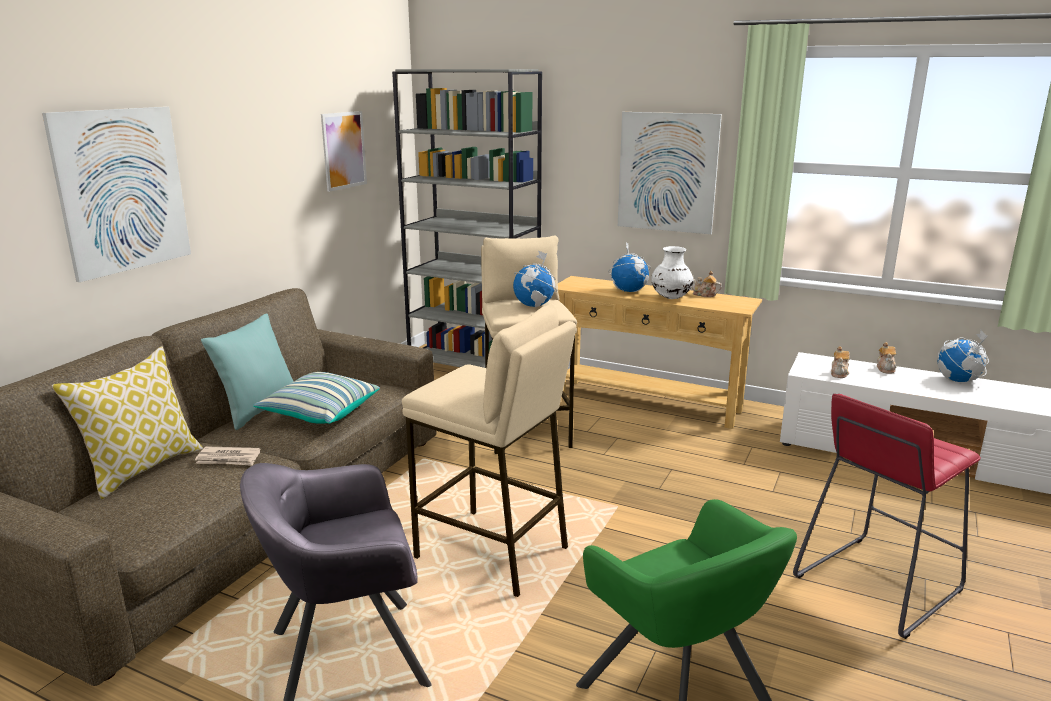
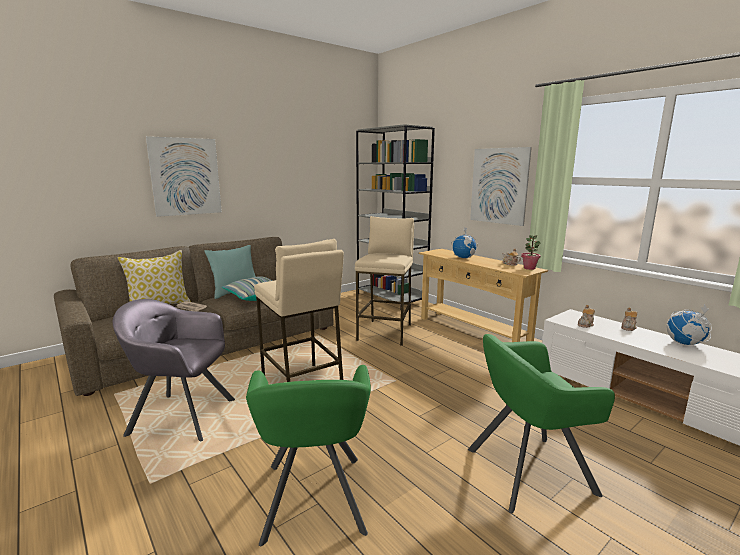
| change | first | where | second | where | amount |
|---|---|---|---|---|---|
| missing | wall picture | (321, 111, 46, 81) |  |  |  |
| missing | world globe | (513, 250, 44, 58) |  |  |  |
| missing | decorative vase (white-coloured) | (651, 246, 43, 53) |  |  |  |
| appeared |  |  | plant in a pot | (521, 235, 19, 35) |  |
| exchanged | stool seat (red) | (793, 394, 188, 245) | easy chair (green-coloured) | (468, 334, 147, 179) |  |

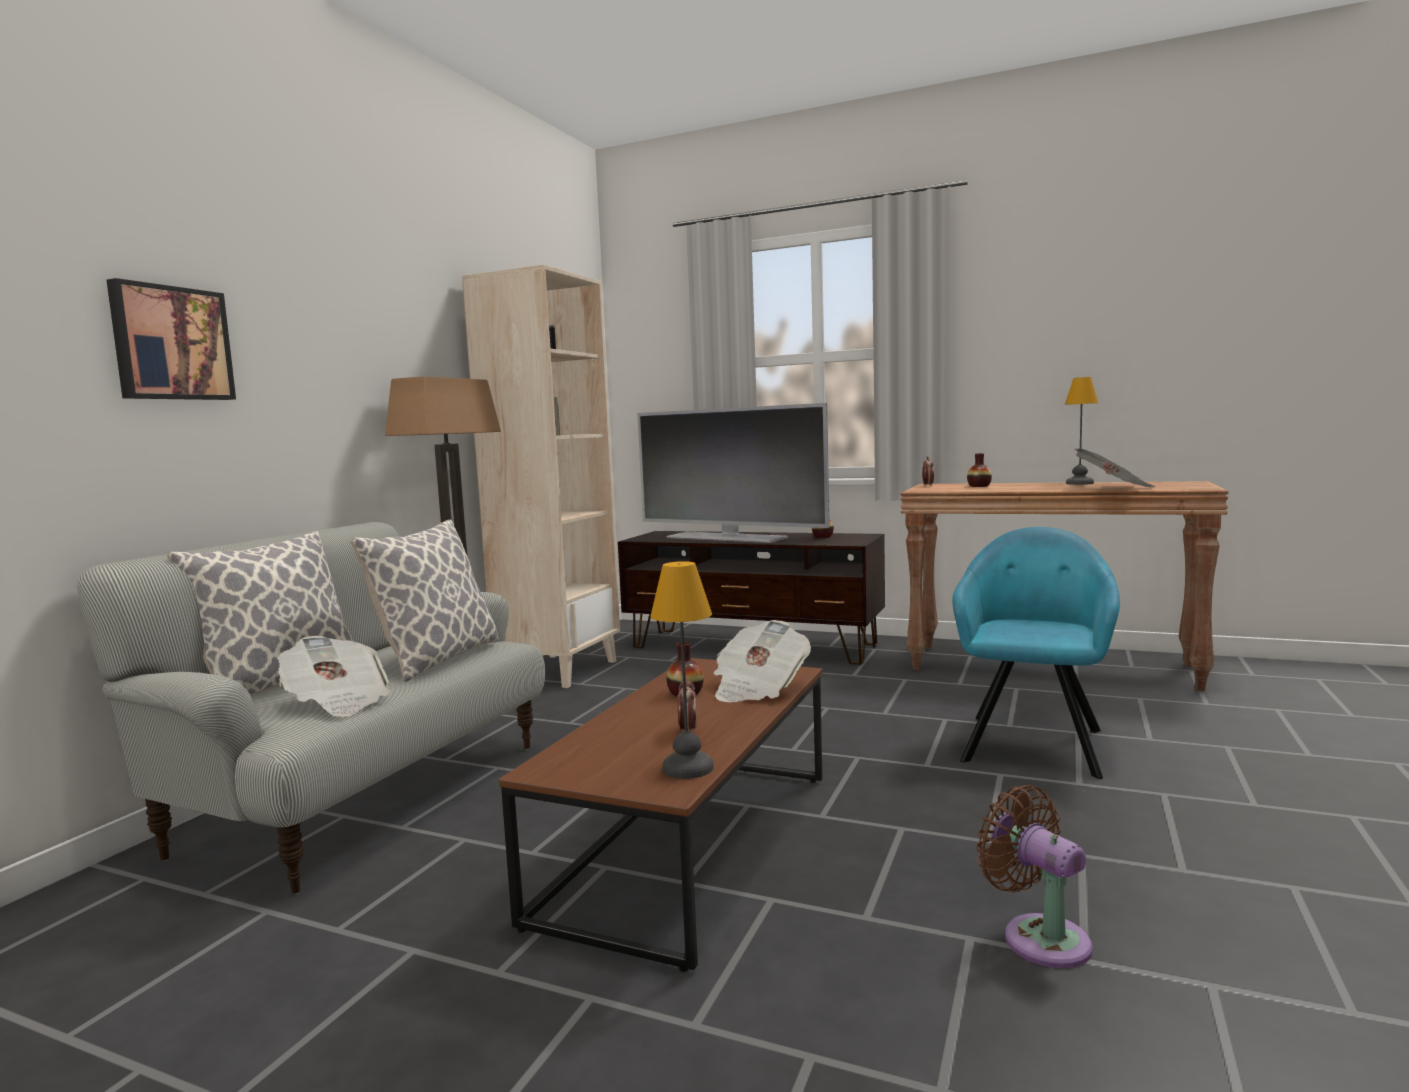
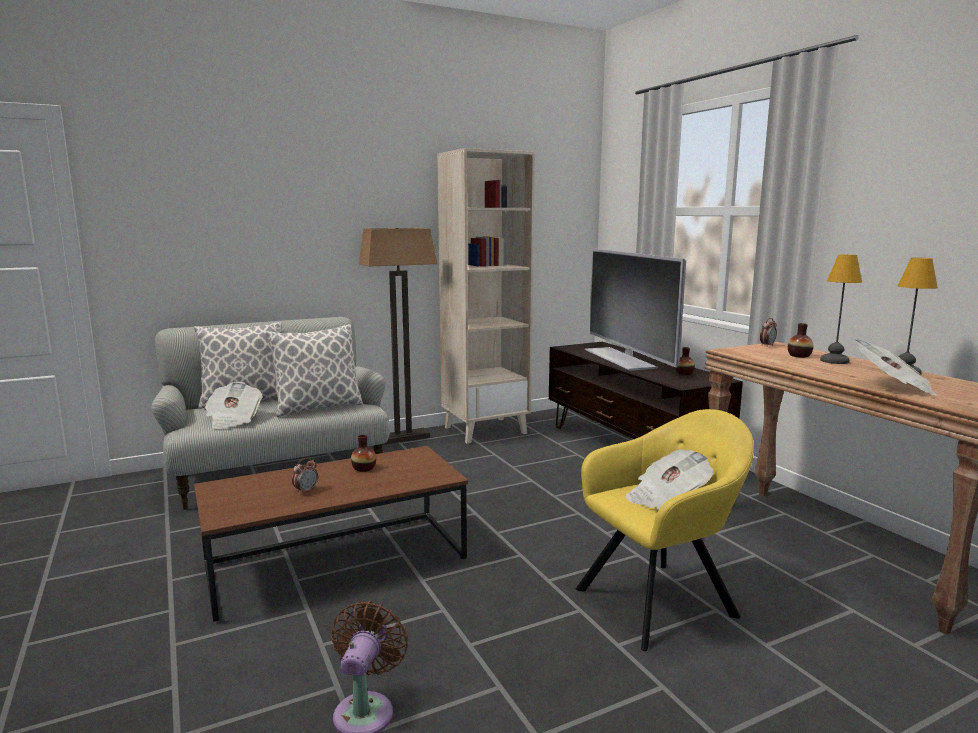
| change | first | where | second | where | amount |
|---|---|---|---|---|---|
| missing | wall picture | (107, 278, 129, 122) |  |  |  |
| relocated | tabletop lamp | (650, 561, 64, 218) |  | (820, 254, 42, 110) |  |
| relocated | printed paper | (713, 620, 98, 82) |  | (625, 449, 88, 61) |  |
| colour | easy chair (turquoise-coloured) | (952, 527, 168, 252) | easy chair (yellowish) | (576, 409, 178, 242) |  |

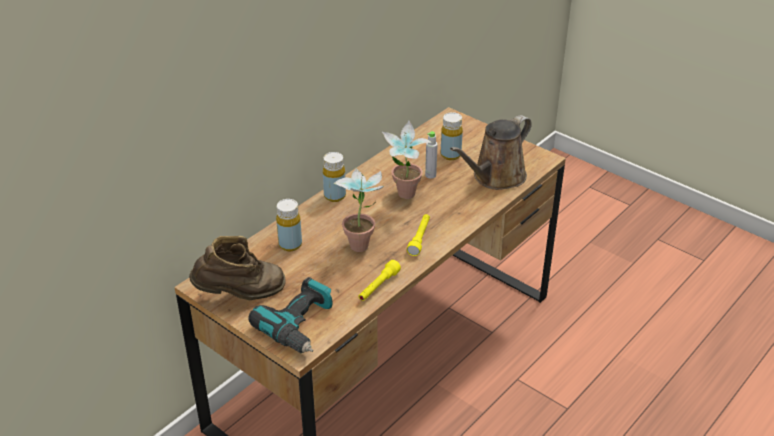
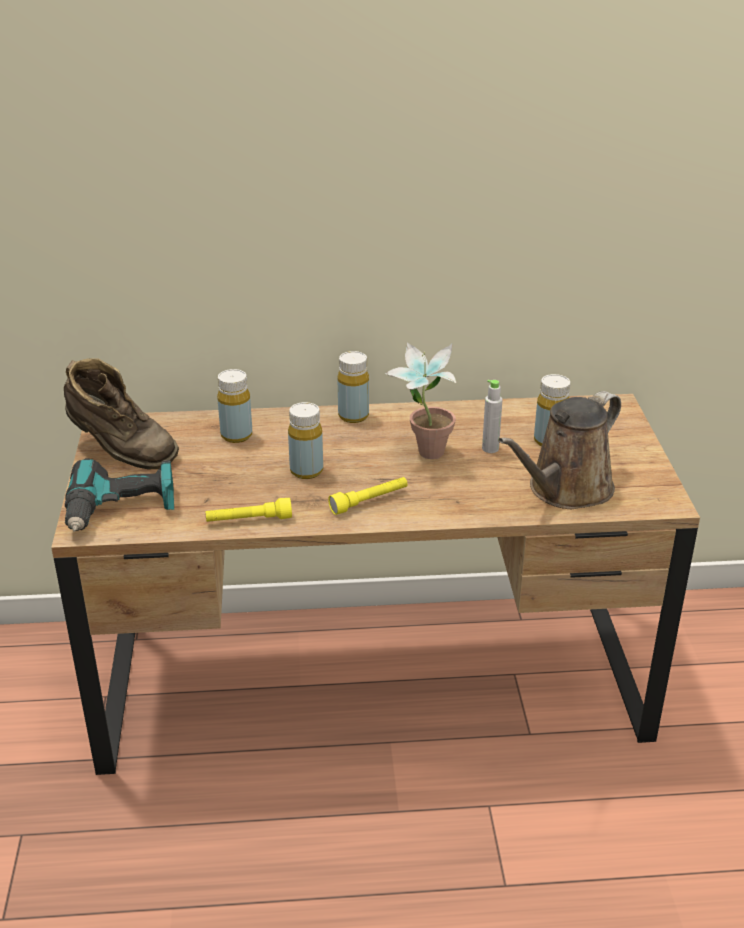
| change | first | where | second | where | amount |
|---|---|---|---|---|---|
| exchanged | plant in a pot | (334, 168, 50, 84) | drink bottle (yellowish) | (288, 402, 35, 77) |  |
| spun | watering can (brownish) | (450, 115, 82, 75) |  | (498, 391, 123, 118) | 45 degrees counterclockwise |

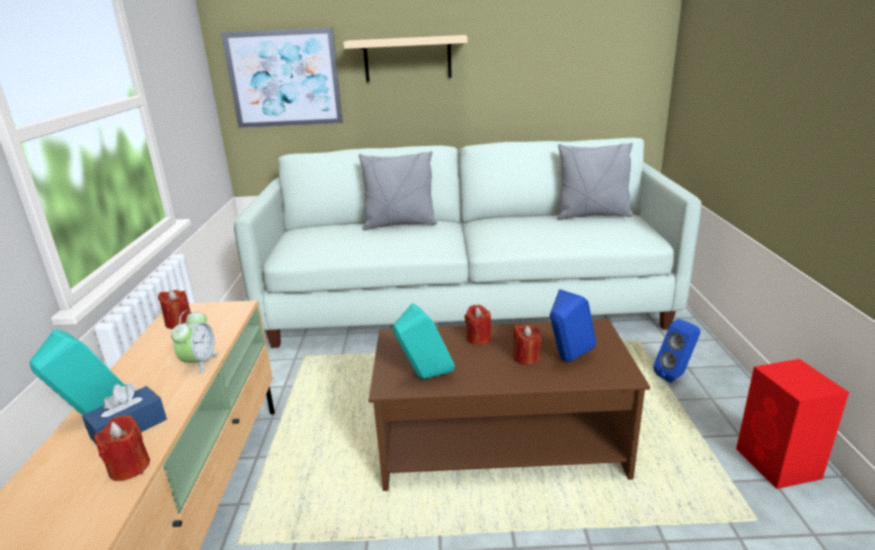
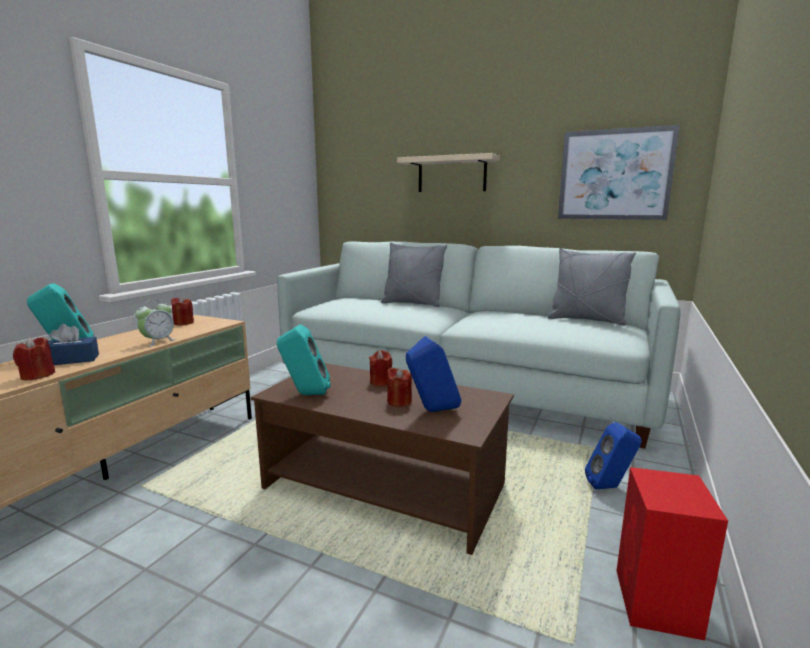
| change | first | where | second | where | amount |
|---|---|---|---|---|---|
| relocated | wall picture | (221, 27, 122, 101) |  | (558, 125, 122, 95) |  |

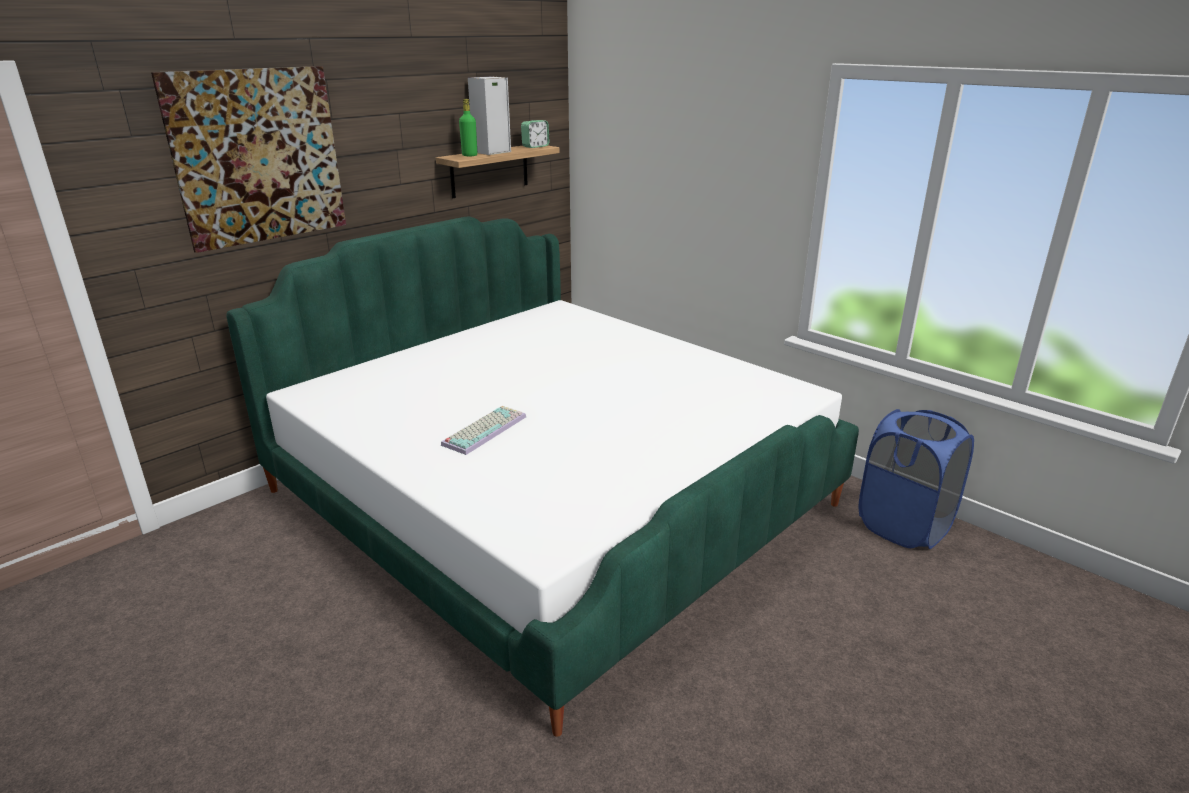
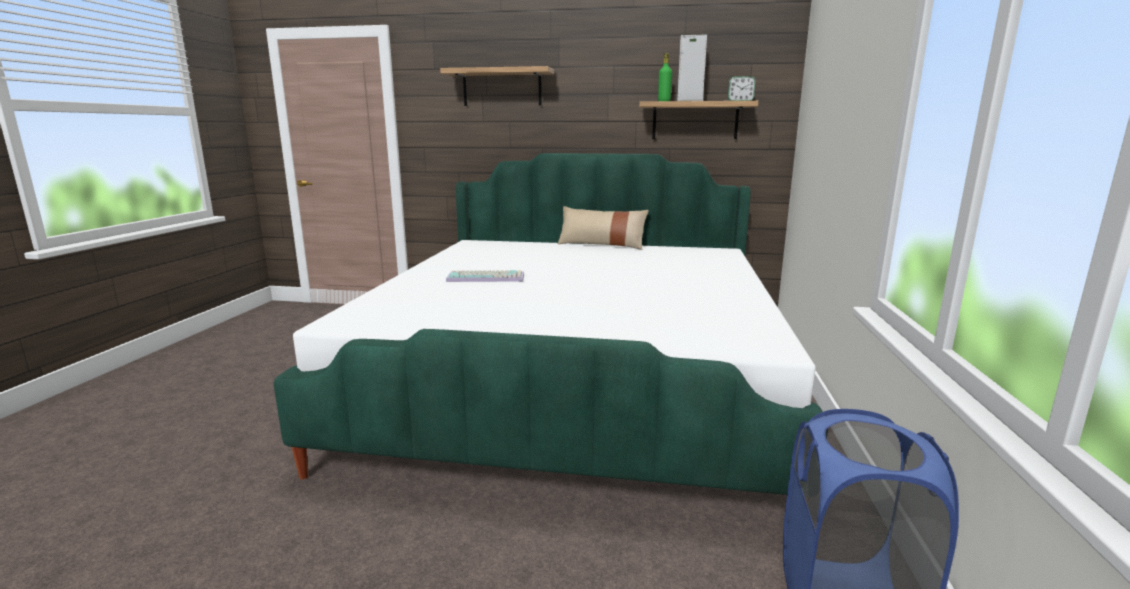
| change | first | where | second | where | amount |
|---|---|---|---|---|---|
| appeared |  |  | throw pillow (beige) | (558, 206, 91, 44) |  |
| exchanged | wall picture | (151, 66, 195, 187) | wall shelf | (440, 66, 114, 40) |  |

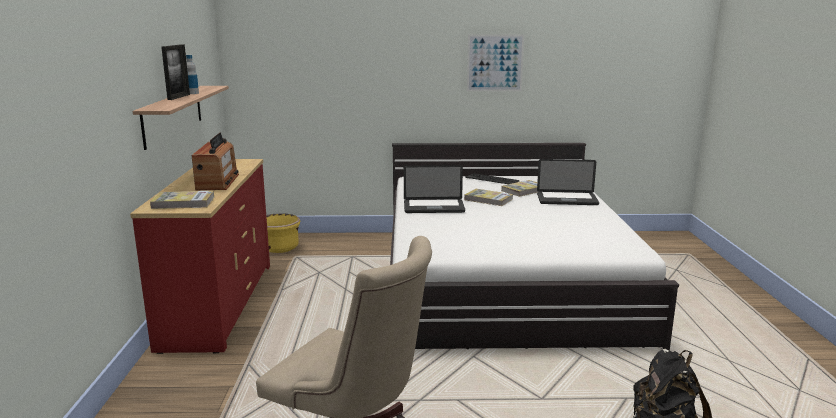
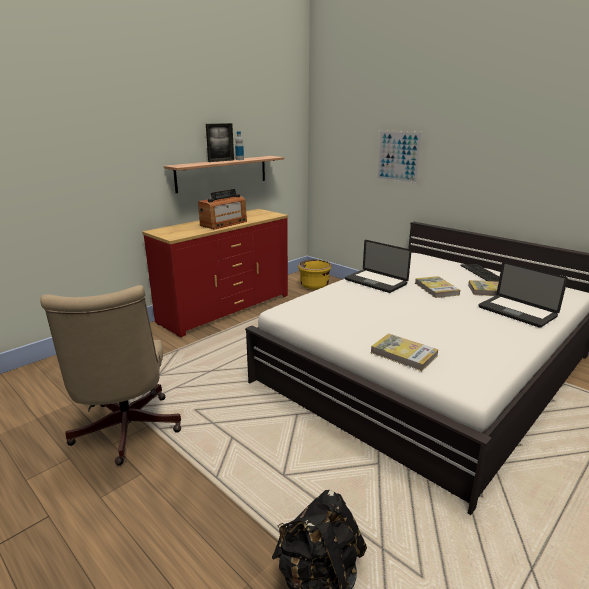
| change | first | where | second | where | amount |
|---|---|---|---|---|---|
| relocated | bound book | (150, 191, 64, 18) |  | (371, 334, 67, 37) |  |
| relocated | wall picture | (467, 34, 57, 57) |  | (376, 130, 47, 54) |  |

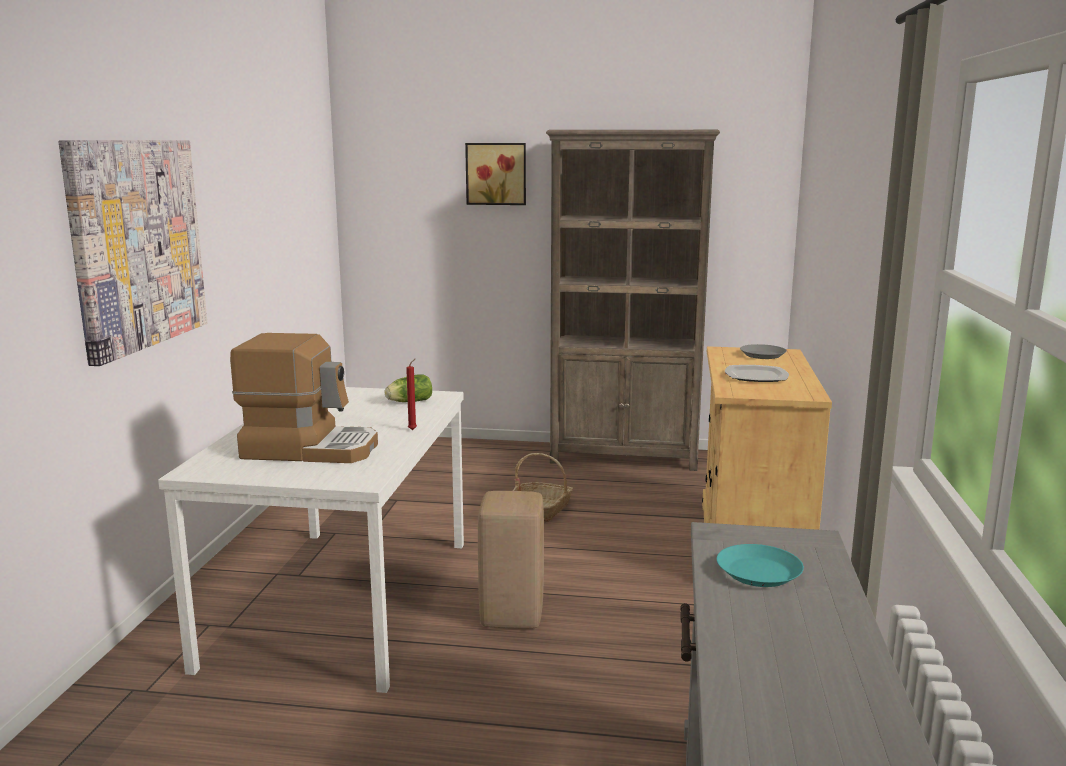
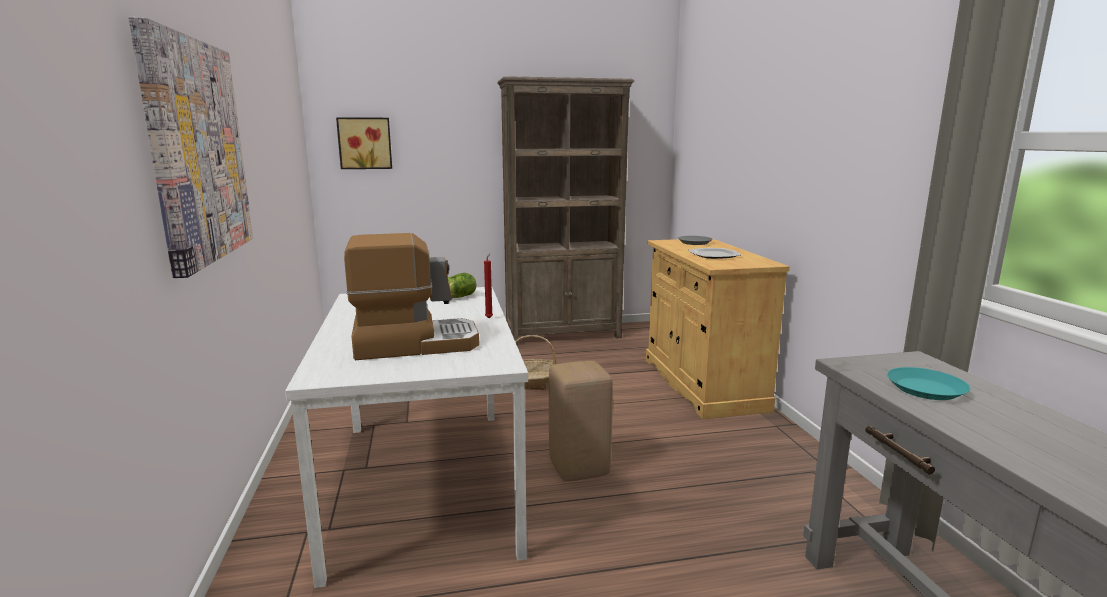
| change | first | where | second | where | amount |
|---|---|---|---|---|---|
| relocated | wall picture | (465, 143, 61, 62) |  | (336, 117, 56, 52) |  |

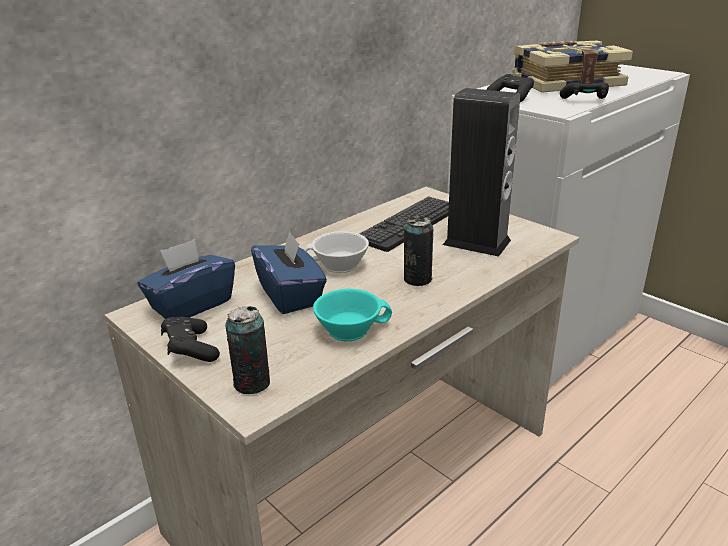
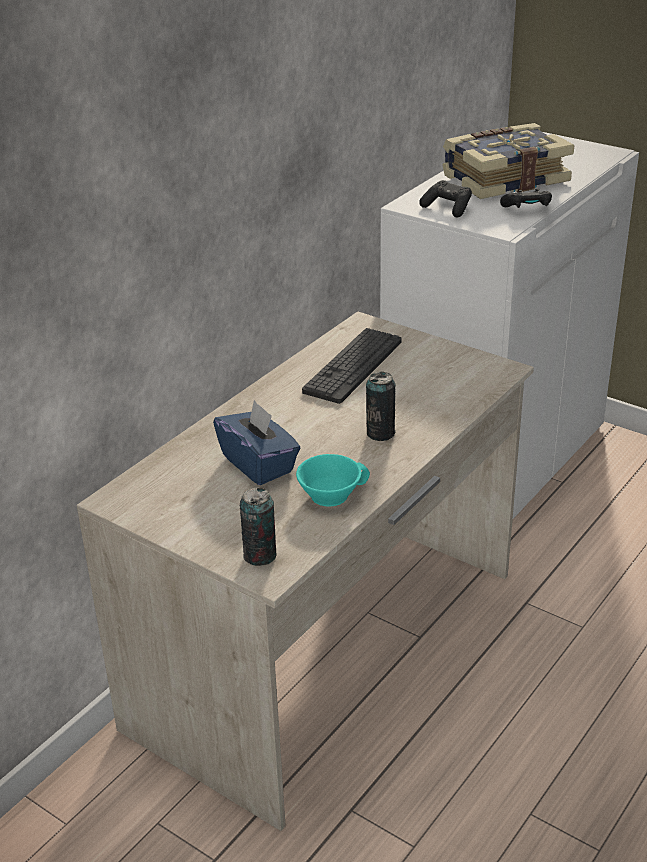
| change | first | where | second | where | amount |
|---|---|---|---|---|---|
| missing | box of tissues (blue) | (137, 239, 98, 80) |  |  |  |
| missing | gamepad (black-coloured) | (161, 317, 59, 45) |  |  |  |
| missing | drinking cup (white-coloured) | (304, 231, 65, 42) |  |  |  |
| missing | speaker | (443, 88, 77, 169) |  |  |  |

